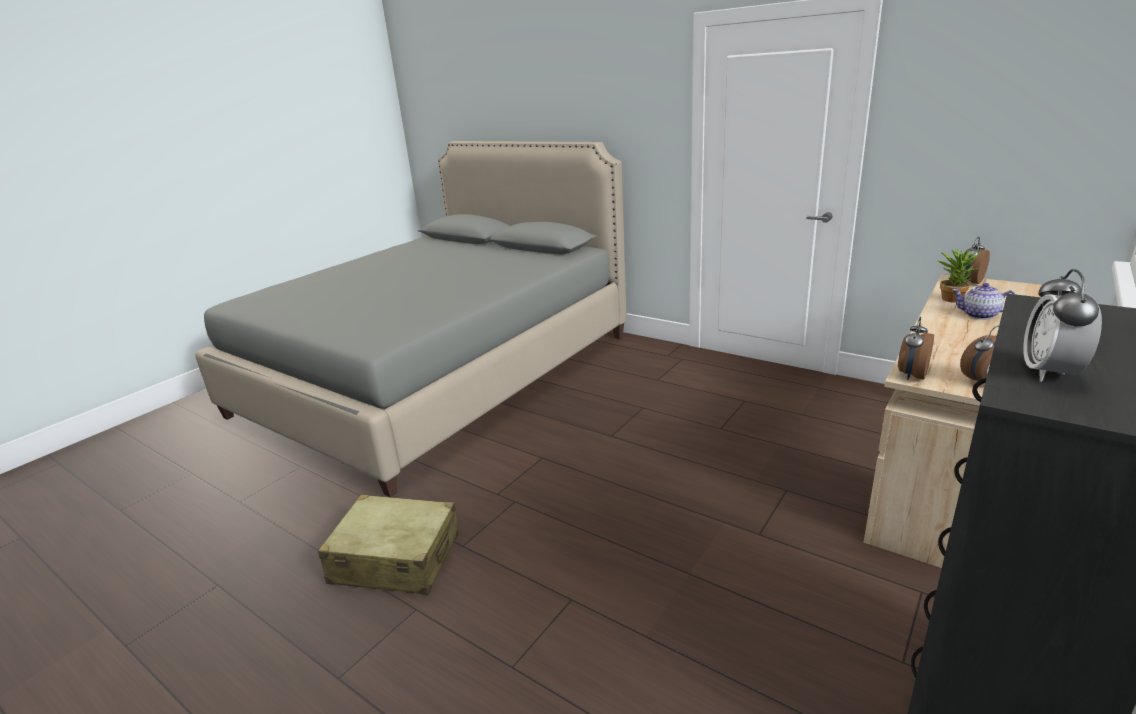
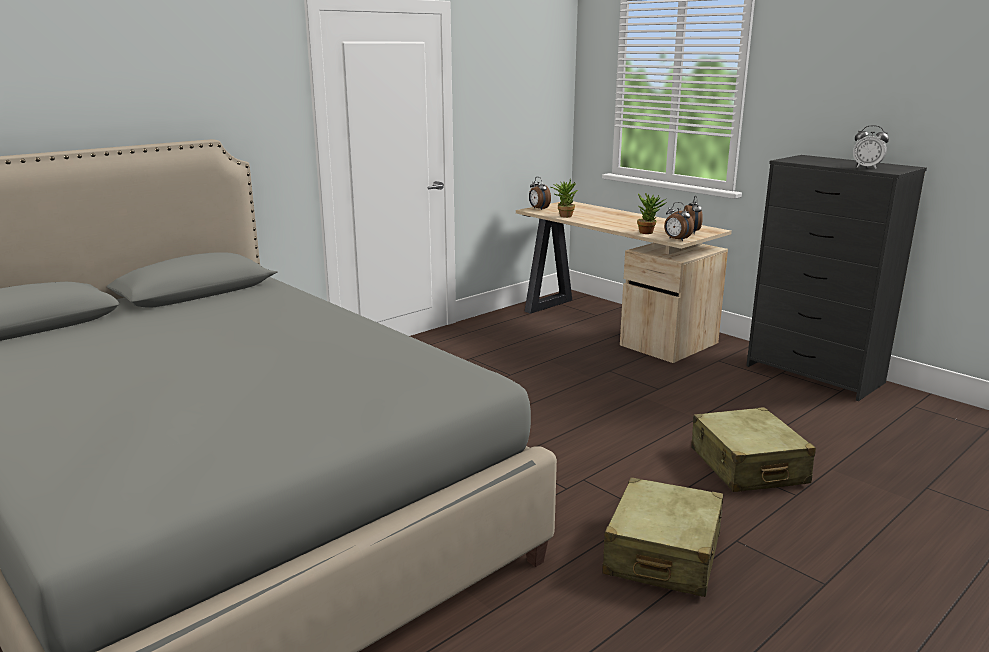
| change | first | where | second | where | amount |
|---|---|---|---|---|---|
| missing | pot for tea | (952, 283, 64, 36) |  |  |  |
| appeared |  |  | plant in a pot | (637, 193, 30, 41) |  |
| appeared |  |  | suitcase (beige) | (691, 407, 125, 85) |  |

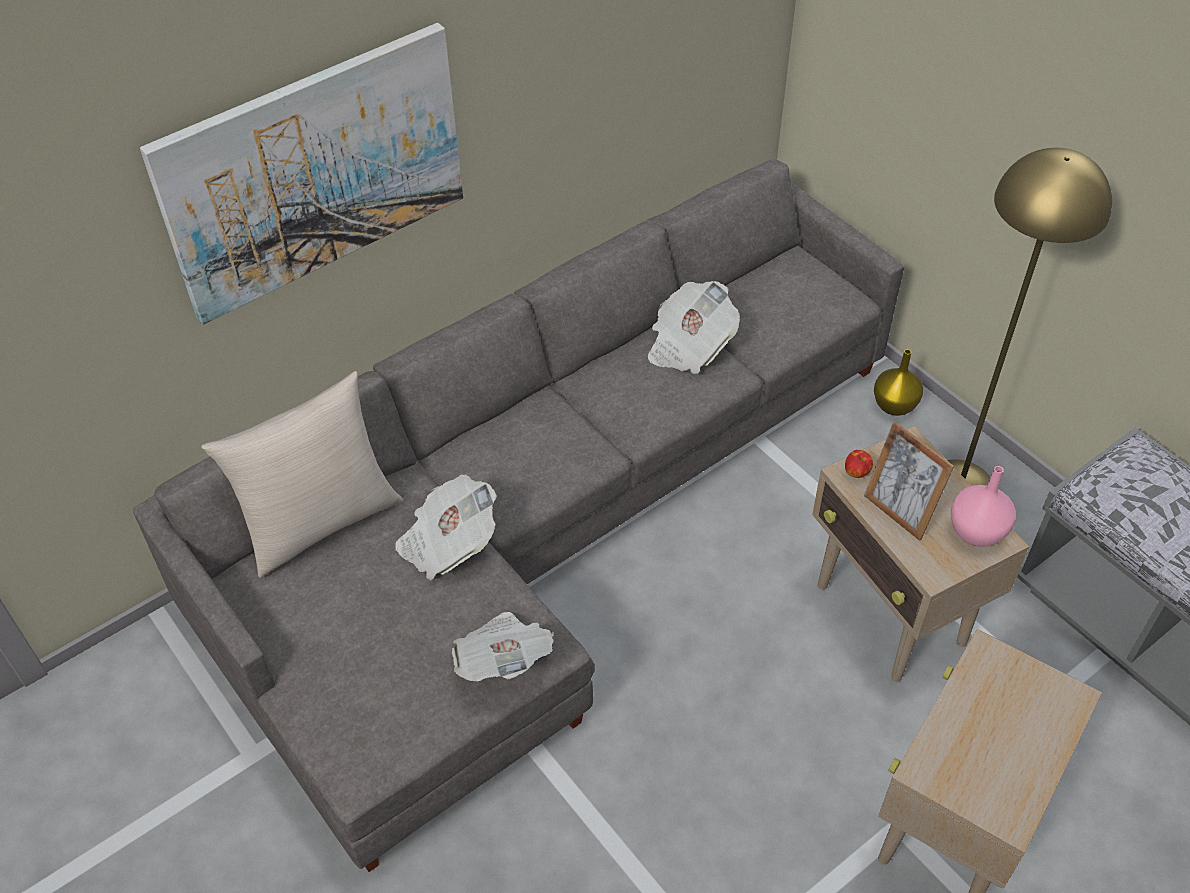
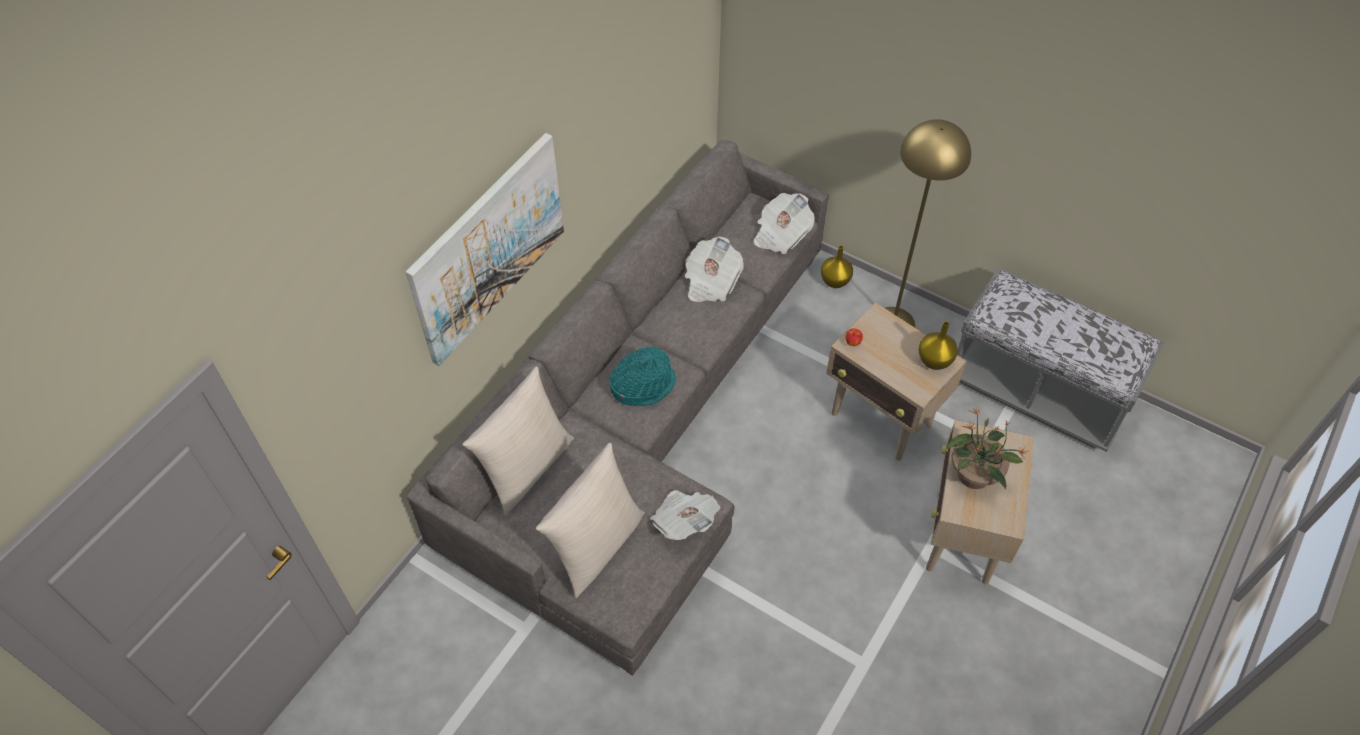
| change | first | where | second | where | amount |
|---|---|---|---|---|---|
| missing | standing frame | (864, 421, 90, 120) |  |  |  |
| appeared |  |  | throw pillow (beige) | (536, 443, 109, 155) |  |
| appeared |  |  | clothing hat (turquoise-coloured) | (609, 346, 67, 60) |  |
| appeared |  |  | plant in a pot | (947, 407, 81, 82) |  |
| relocated | printed paper | (395, 474, 102, 106) |  | (754, 193, 61, 61) |  |
| colour | decorative vase (pink-coloured) | (951, 466, 64, 81) | decorative vase (yellowish) | (919, 321, 39, 49) |  |

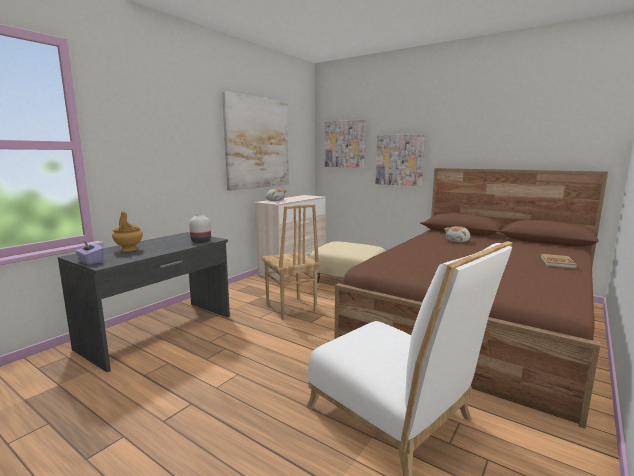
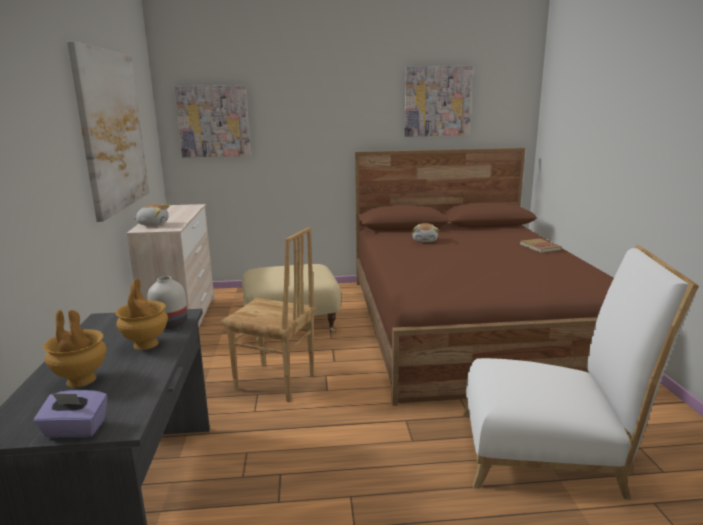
| change | first | where | second | where | amount |
|---|---|---|---|---|---|
| appeared |  |  | decorative vase (brownish) | (115, 279, 53, 71) |  |
| relocated | wall picture | (376, 134, 49, 52) |  | (404, 66, 69, 71) |  |

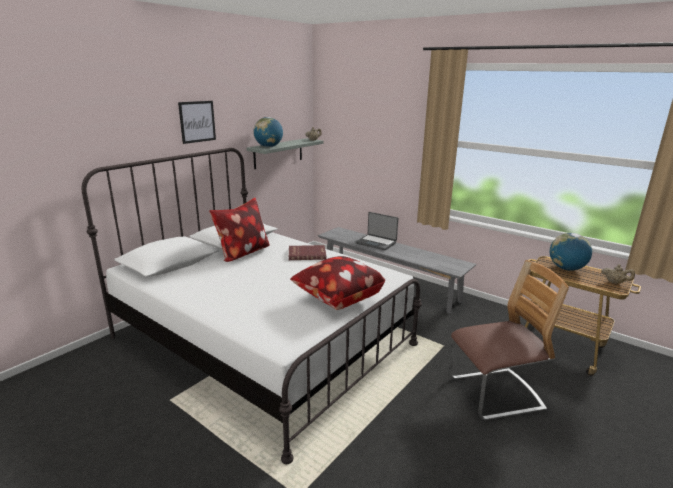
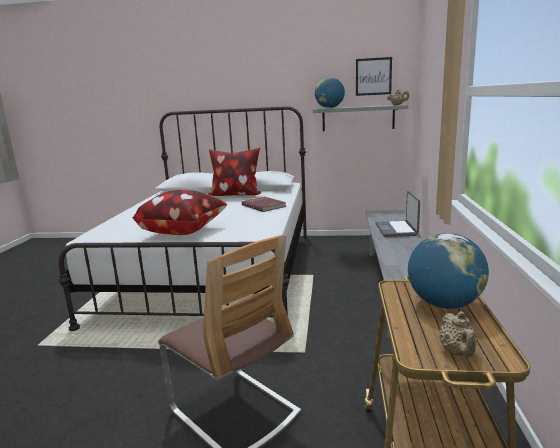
| change | first | where | second | where | amount |
|---|---|---|---|---|---|
| relocated | wall picture | (178, 101, 38, 43) |  | (356, 57, 36, 39) |  |

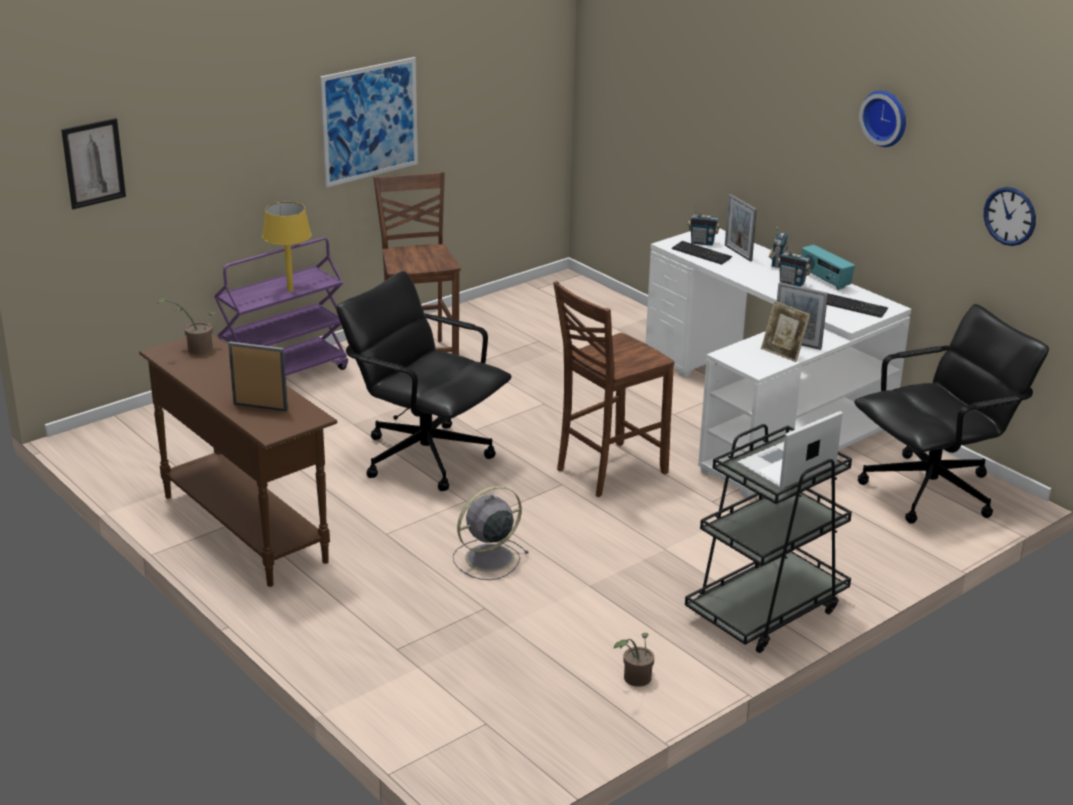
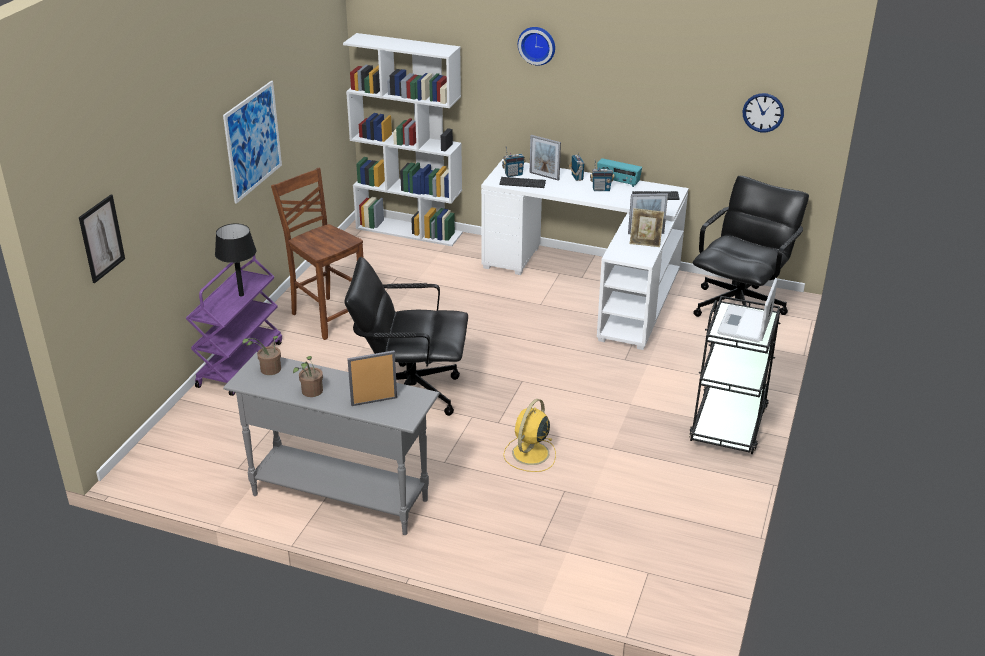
| change | first | where | second | where | amount |
|---|---|---|---|---|---|
| missing | chair (brownish) | (553, 281, 121, 216) |  |  |  |
| appeared |  |  | bookshelf (white-coloured) | (343, 33, 120, 213) |  |
| relocated | plant in a pot | (614, 633, 40, 54) |  | (293, 356, 30, 41) |  |
| relocated | clock on the wall | (859, 90, 47, 57) |  | (518, 27, 37, 39) |  |
| colour | narrow table (brownish) | (139, 334, 198, 253) | narrow table (gray) | (223, 352, 217, 183) |  |
| colour | tabletop lamp (yellowish) | (262, 202, 49, 89) | tabletop lamp (black-coloured) | (215, 223, 41, 74) |  |
| colour | cooling fan (gray) | (453, 486, 76, 94) | cooling fan (yellowish) | (503, 399, 53, 73) |  |

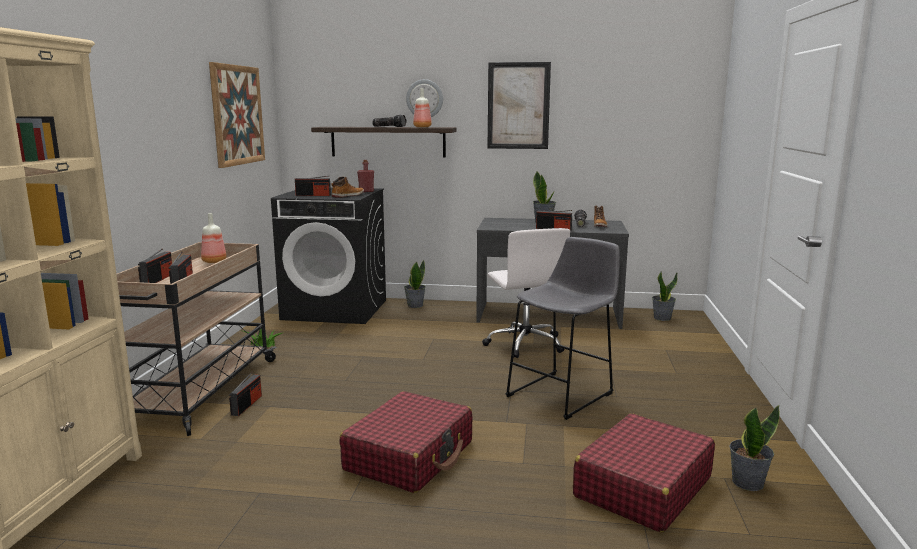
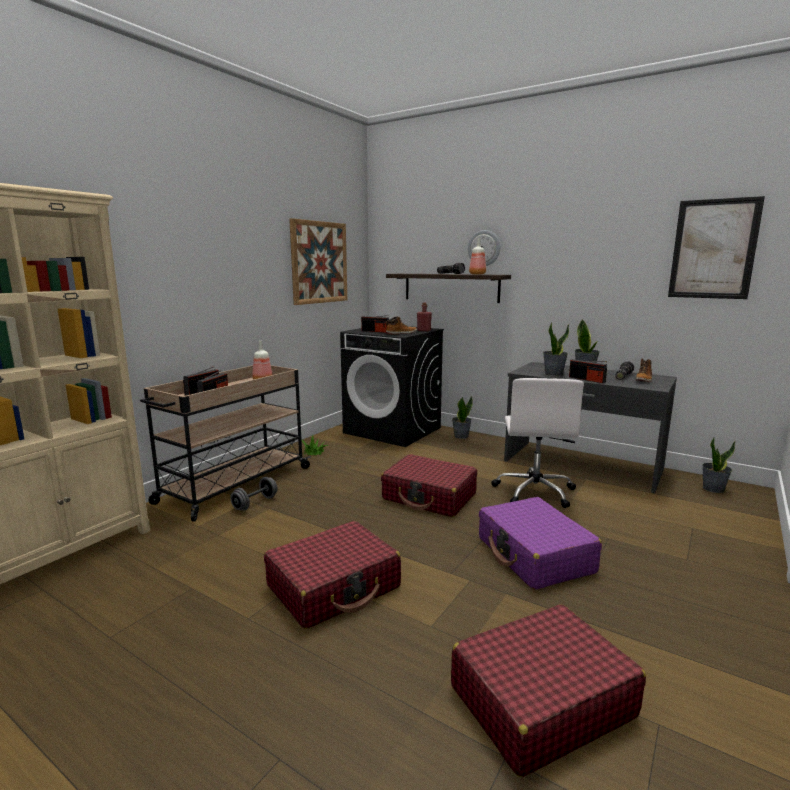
| change | first | where | second | where | amount |
|---|---|---|---|---|---|
| appeared |  |  | suitcase (red) | (381, 454, 96, 63) |  |
| relocated | wall picture | (488, 62, 63, 87) |  | (668, 196, 97, 103) |  |
| relocated | plant in a pot | (729, 405, 50, 86) |  | (543, 322, 26, 54) |  |
| exchanged | radio set | (229, 372, 33, 44) | free weight (gray) | (230, 477, 48, 34) |  |
| exchanged | stool seat (gray) | (505, 237, 115, 183) | suitcase (purplish) | (479, 497, 123, 93) |  |

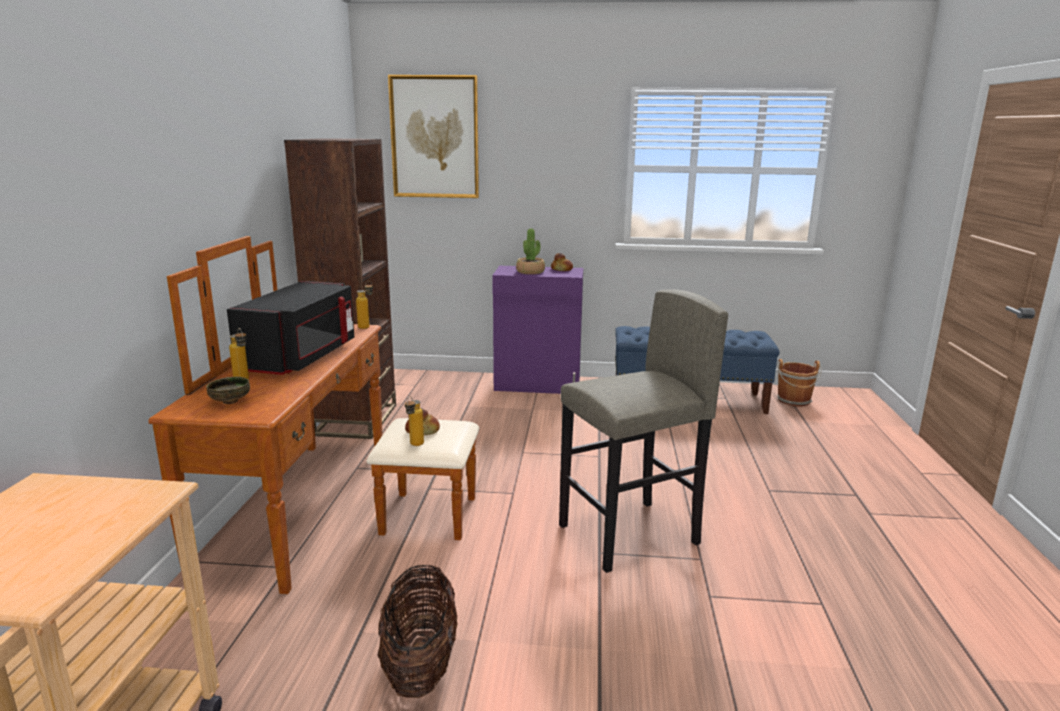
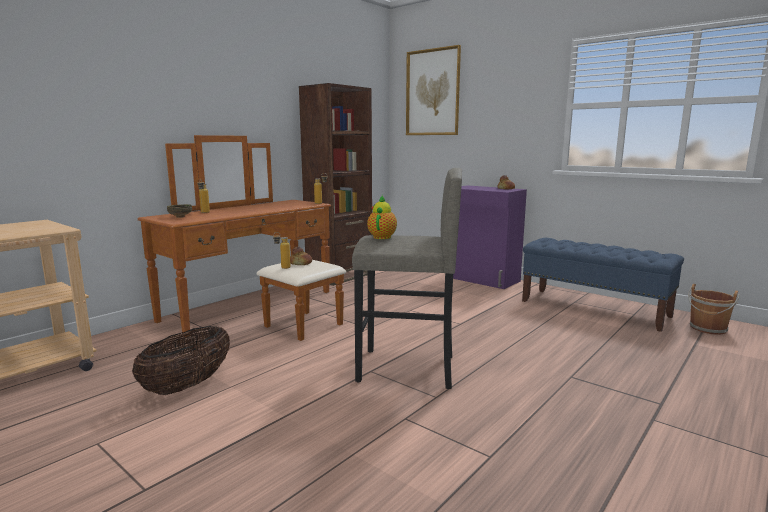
| change | first | where | second | where | amount |
|---|---|---|---|---|---|
| missing | microwave oven (black-coloured) | (227, 281, 127, 94) |  |  |  |
| missing | plant in a pot | (516, 228, 29, 46) |  |  |  |
| appeared |  |  | pot for tea | (367, 195, 30, 44) |  |

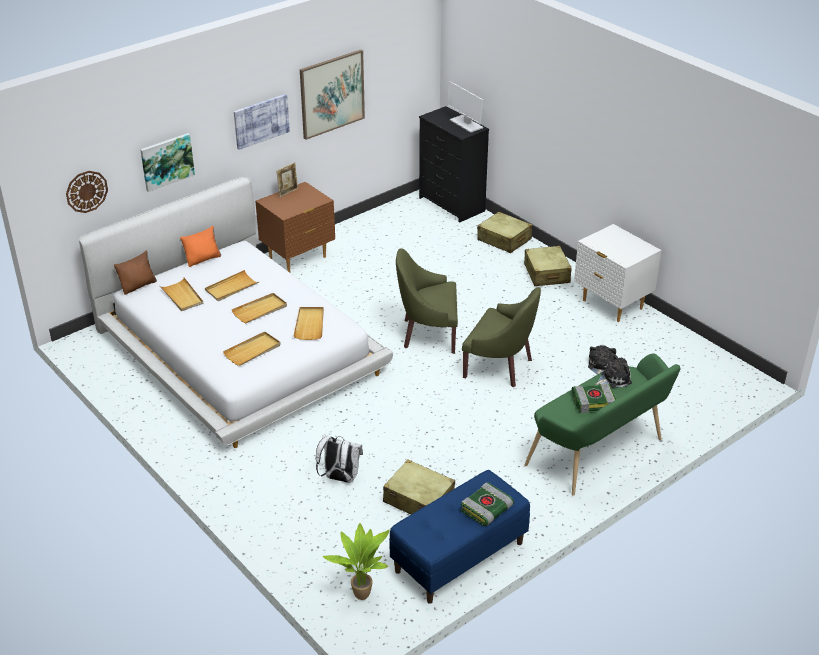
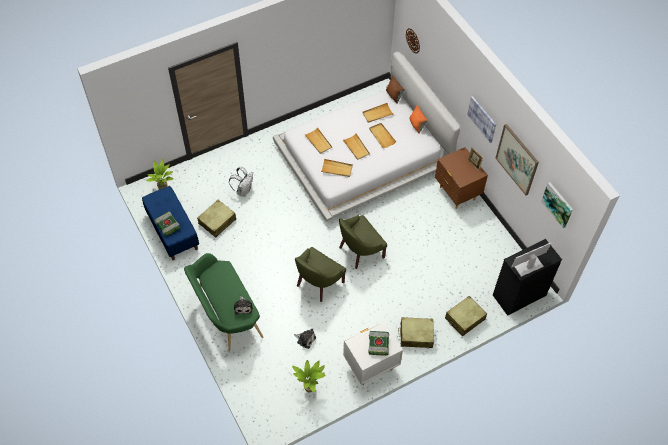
| change | first | where | second | where | amount |
|---|---|---|---|---|---|
| appeared |  |  | plant in a pot | (292, 360, 33, 33) |  |
| relocated | wall picture | (140, 133, 55, 59) |  | (541, 182, 32, 47) |  |
| relocated | bound book | (572, 384, 44, 29) |  | (368, 331, 21, 25) |  |
| spun | easy chair (green-coloured) | (396, 248, 62, 105) |  | (339, 215, 48, 54) | 135 degrees counterclockwise |

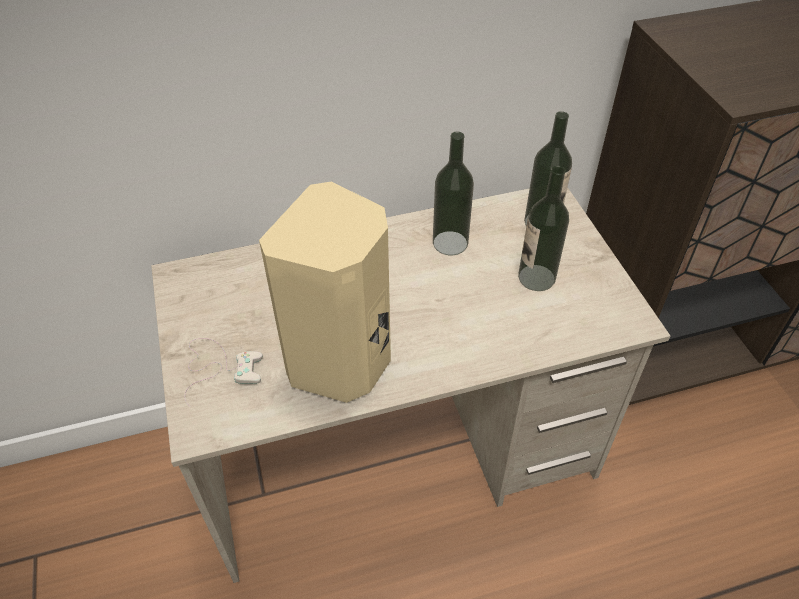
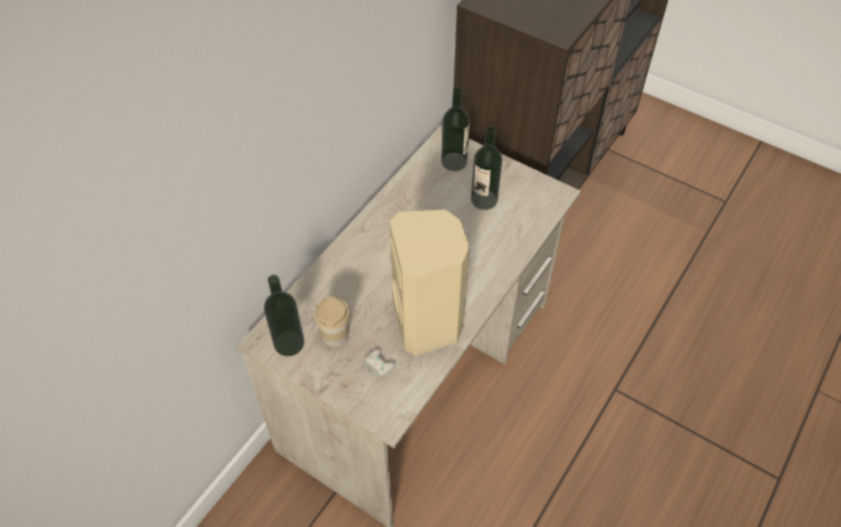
| change | first | where | second | where | amount |
|---|---|---|---|---|---|
| appeared |  |  | drinking cup | (313, 297, 37, 50) |  |
| relocated | drink bottle | (433, 132, 41, 123) |  | (264, 275, 40, 81) |  |

